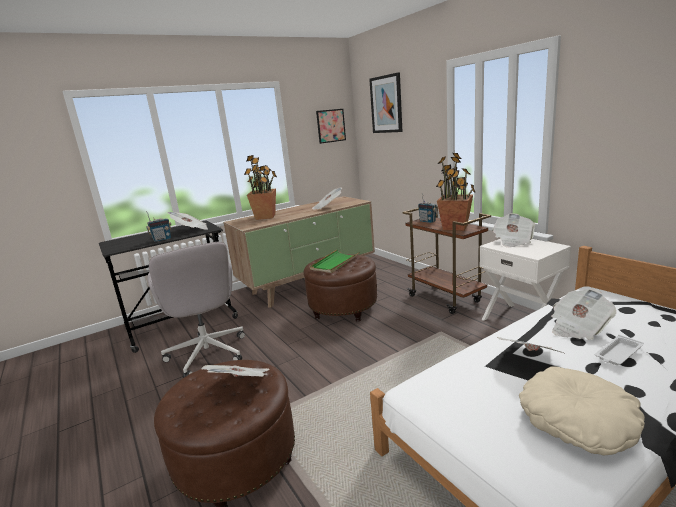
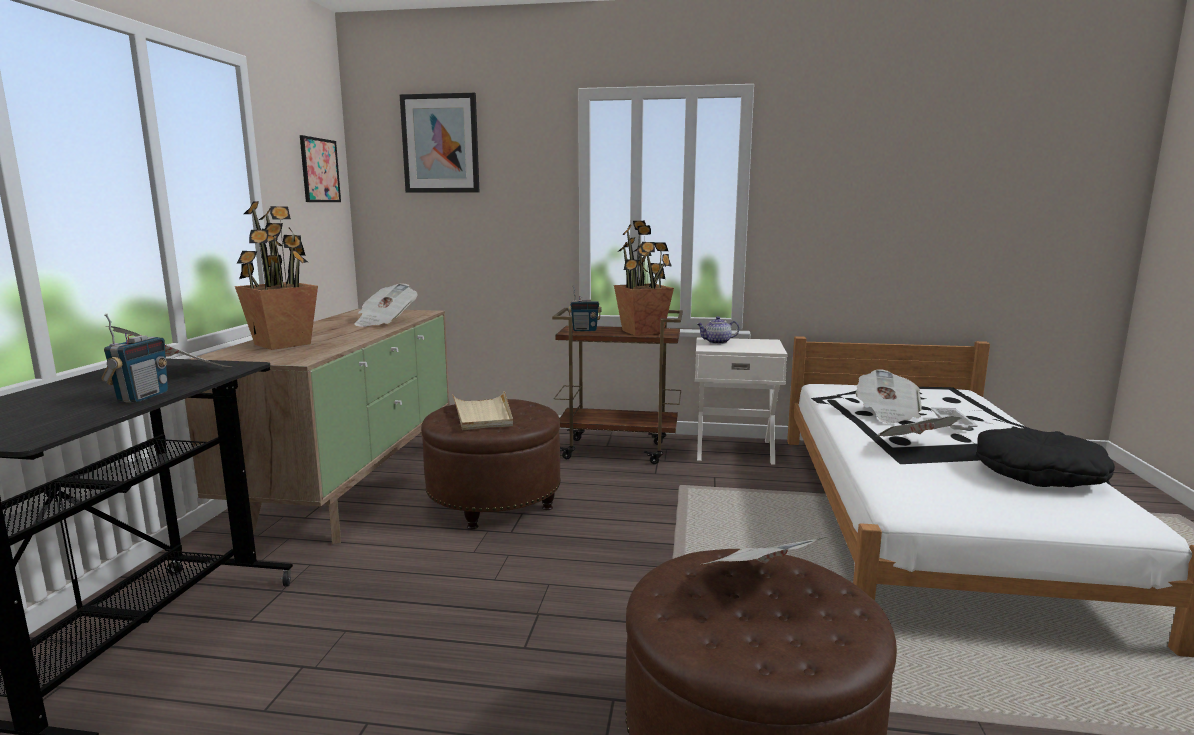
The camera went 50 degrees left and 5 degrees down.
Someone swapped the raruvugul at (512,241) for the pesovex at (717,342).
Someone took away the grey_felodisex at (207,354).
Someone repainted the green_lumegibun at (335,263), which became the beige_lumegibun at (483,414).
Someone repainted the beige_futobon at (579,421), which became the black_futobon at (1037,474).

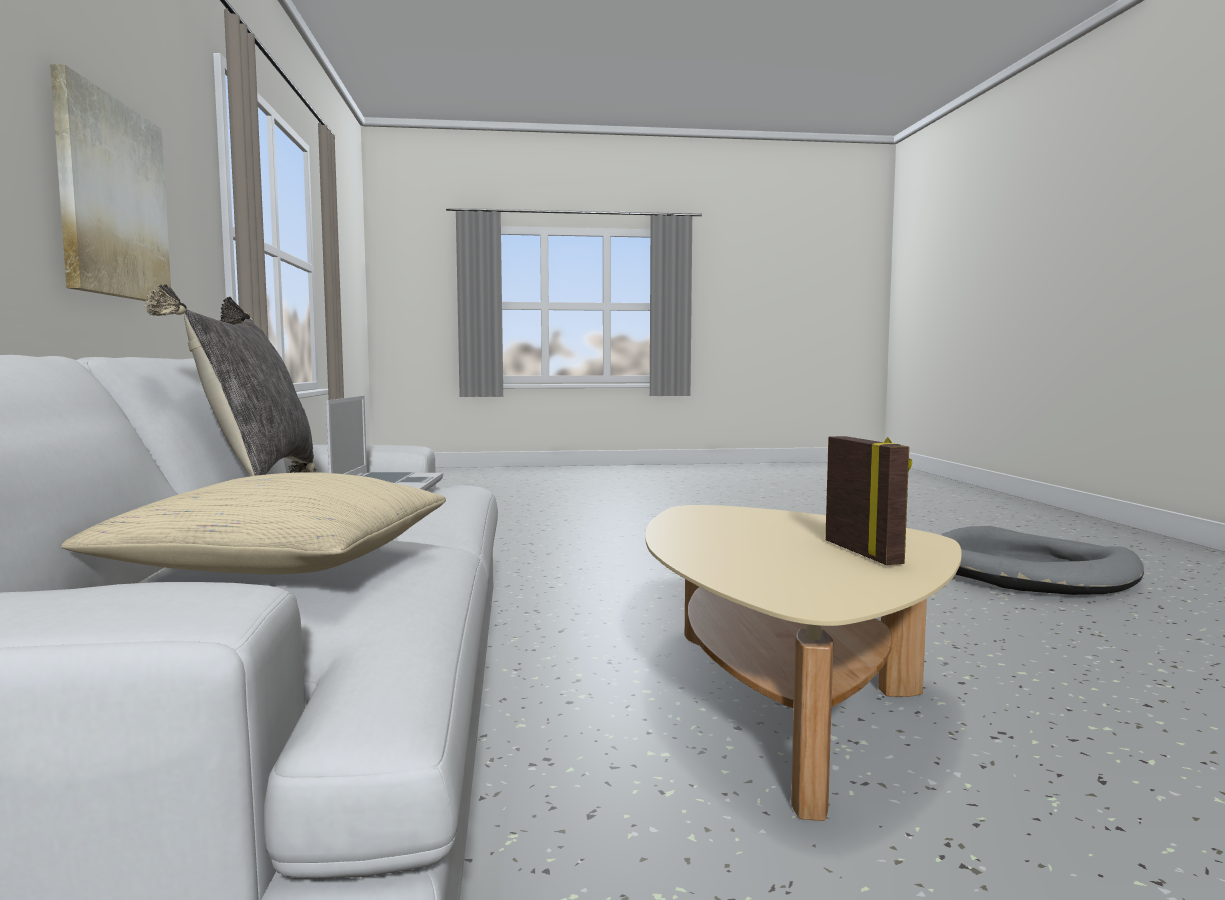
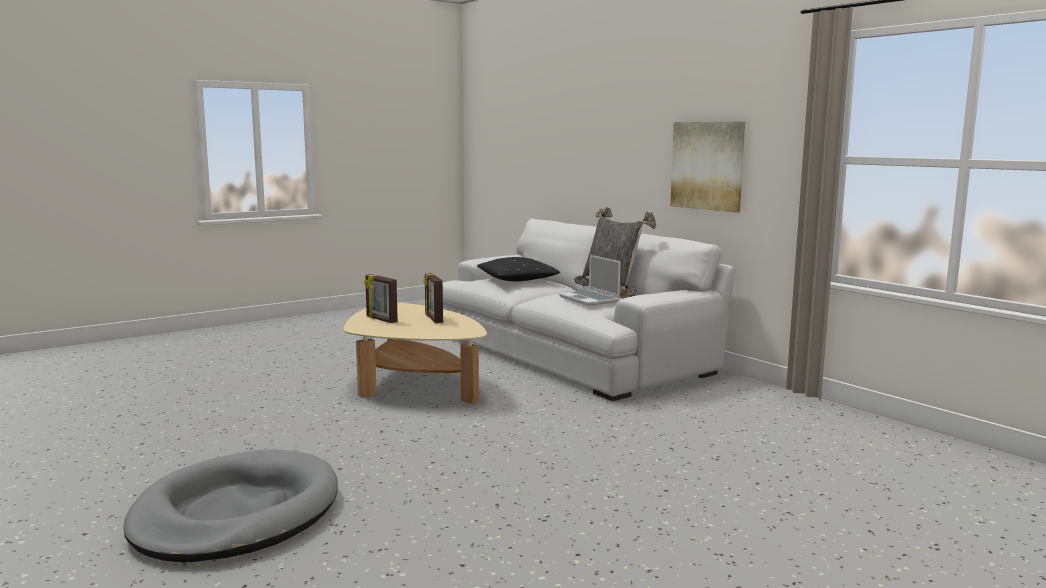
The camera went 150 degrees right and 5 degrees up.
Someone repainted the beige_futobon at (281,564), which became the black_futobon at (517,280).
Someone put down the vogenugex at (433,319).

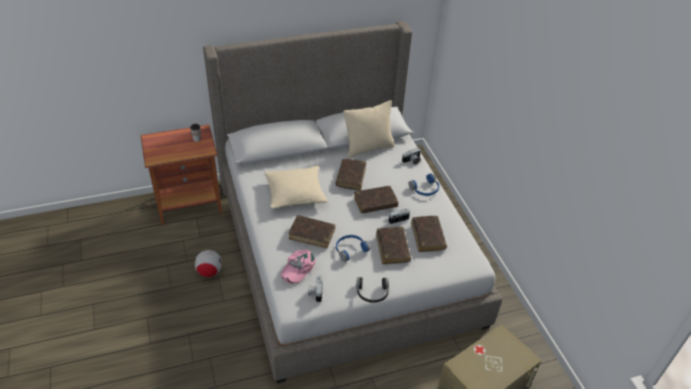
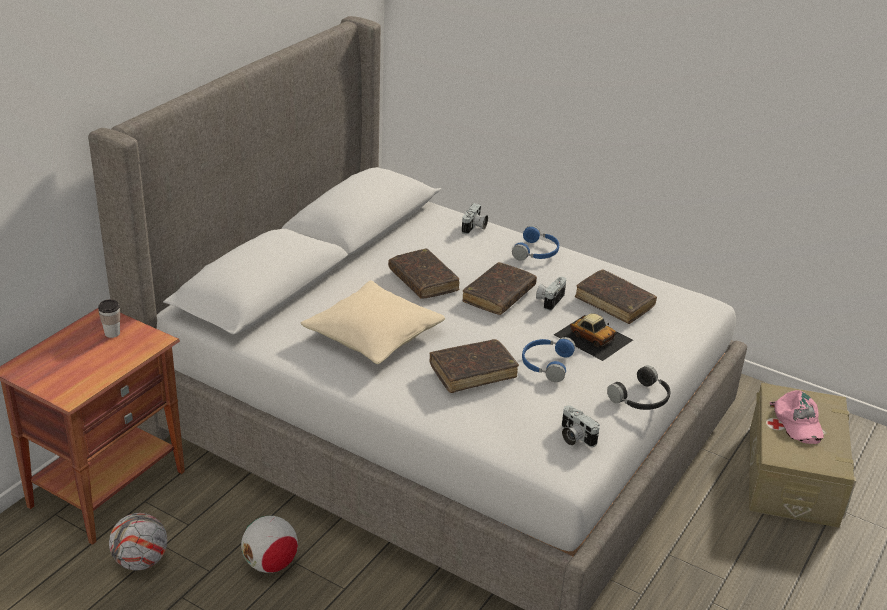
The camera went 40 degrees left and 10 degrees down.
Someone took away the beige_futobon at (368,148).
Someone swapped the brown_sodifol at (392,248) for the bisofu at (593,337).
Someone carried the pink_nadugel from (298,268) to (797,422).
Someone put down the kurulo at (140,561).

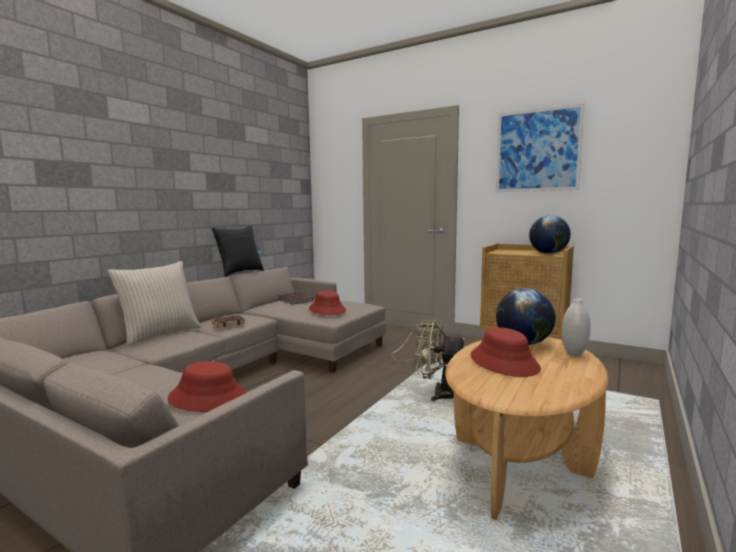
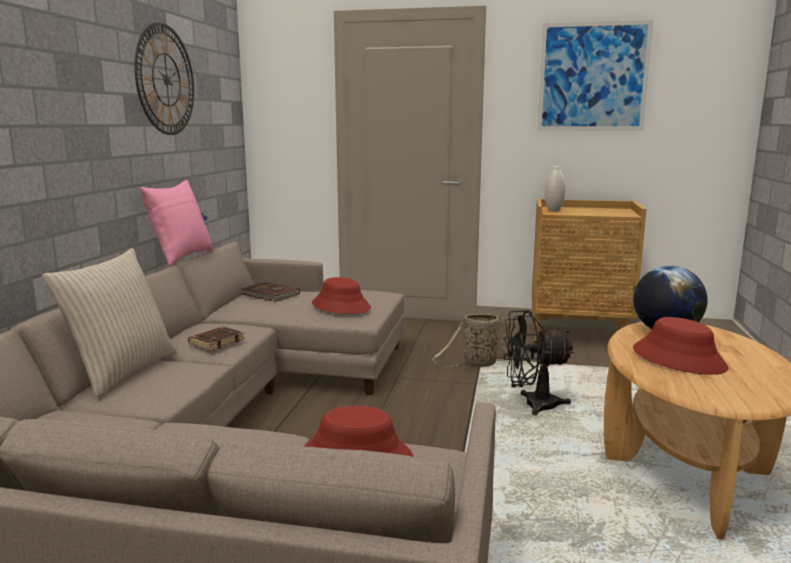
The camera went 20 degrees left and 5 degrees up.
Someone took away the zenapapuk at (548,253).
Someone repainted the black_futobon at (240,273), which became the pink_futobon at (182,258).
Someone carried the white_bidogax from (574,354) to (553,211).
Someone repainted the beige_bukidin at (438,394), which became the black_bukidin at (532,405).
Someone put up the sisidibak at (166,80).

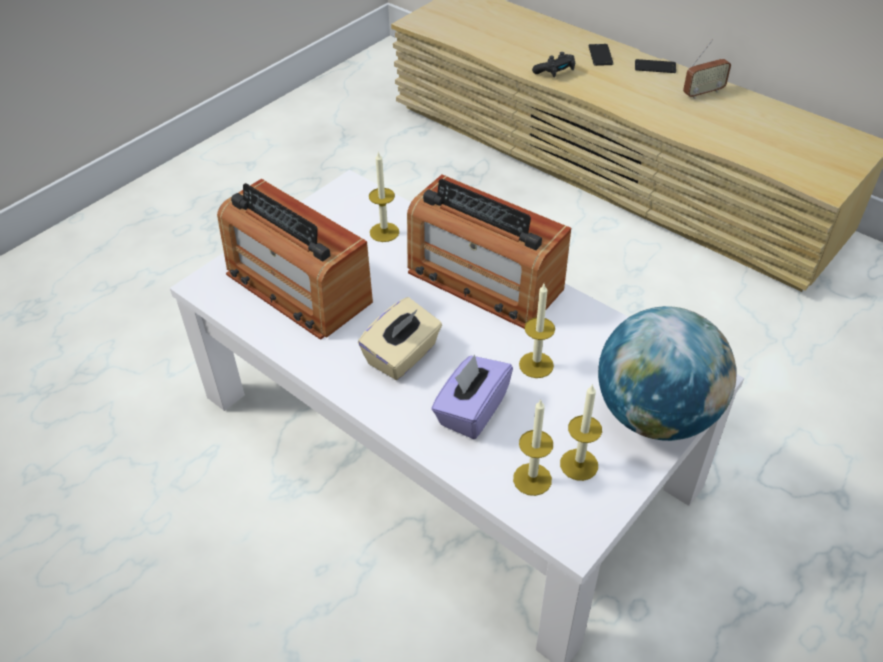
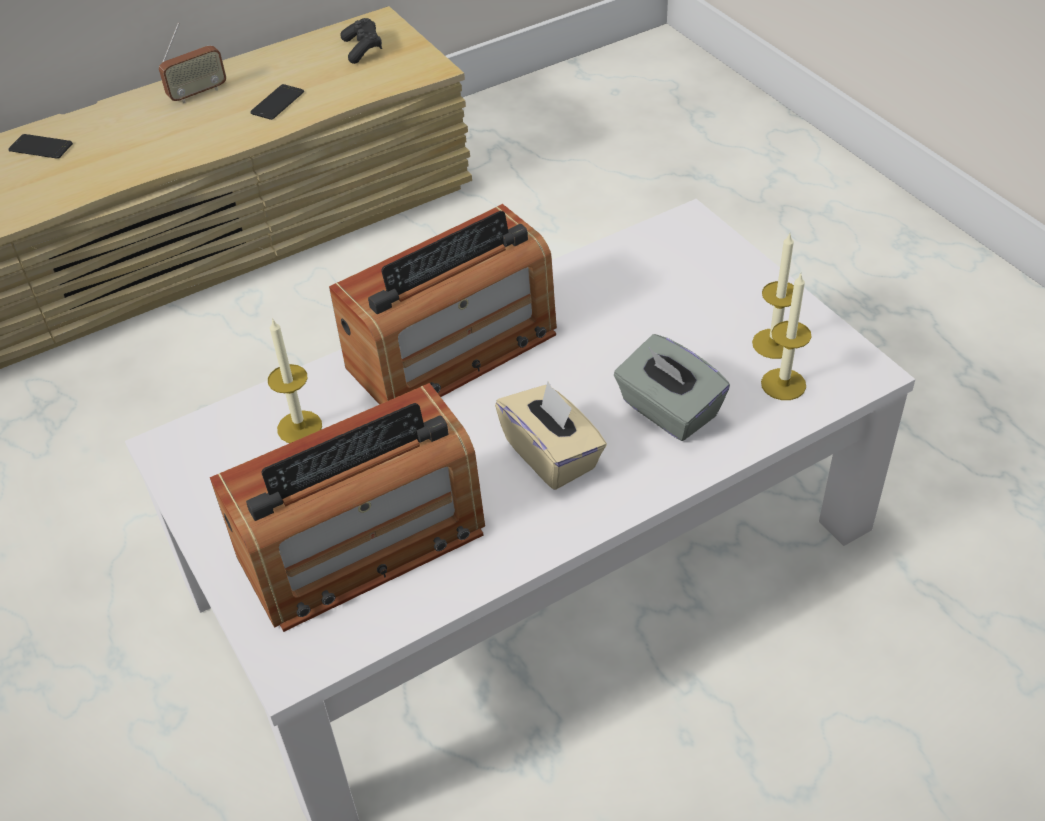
The camera went 70 degrees left and 0 degrees up.
Someone rotated the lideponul at (703,93) by 60 degrees clockwise.
Someone carried the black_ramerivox from (555,72) to (362,49).
Someone carried the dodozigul from (655,67) to (277,103).
Someone took away the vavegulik at (536,365).
Someone took away the zenapapuk at (655,415).
Someone repainted the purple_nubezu at (471,410), which became the grey_nubezu at (668,411).

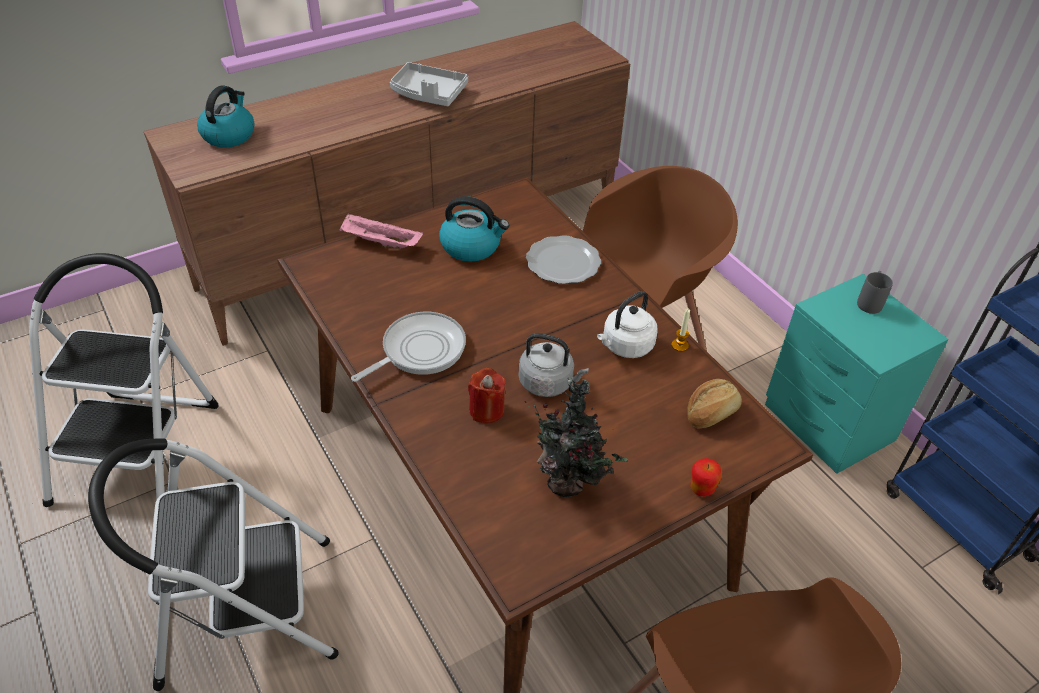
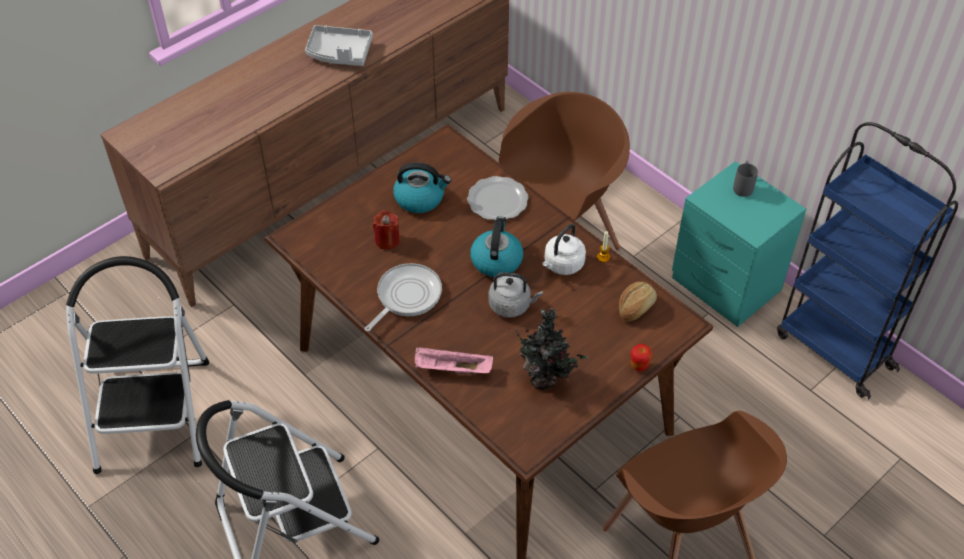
The camera went 10 degrees left and 5 degrees up.
Someone carried the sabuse from (229,135) to (496,260).
Someone carried the pink_lumegibun from (380,243) to (452,369).
Someone carried the red_vavegulik from (486,410) to (387,240).

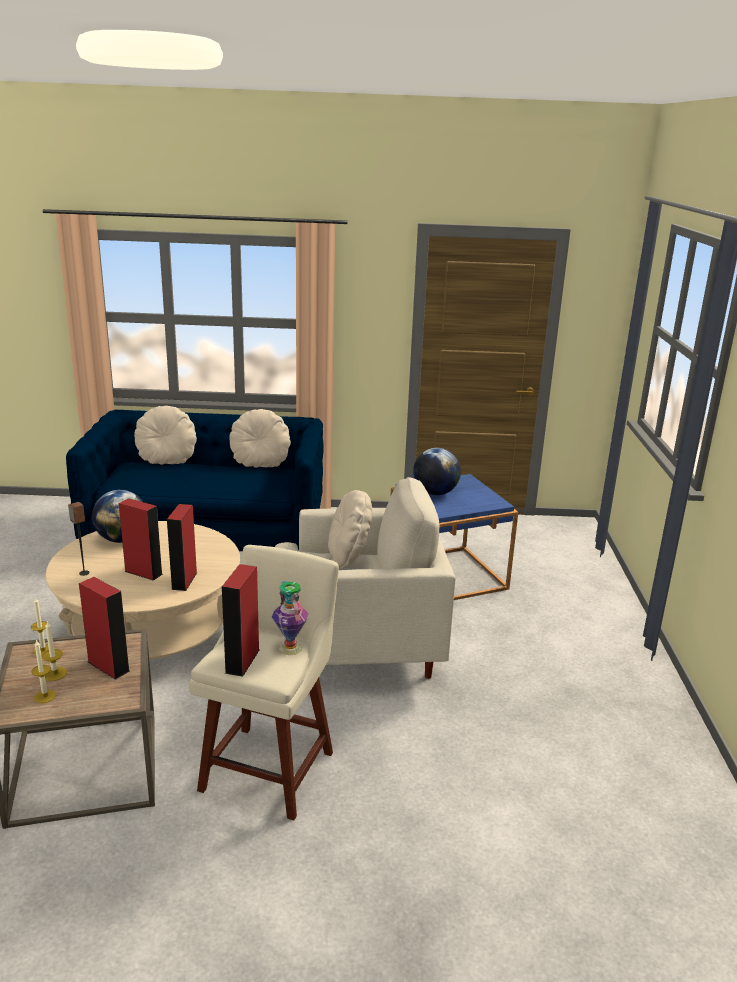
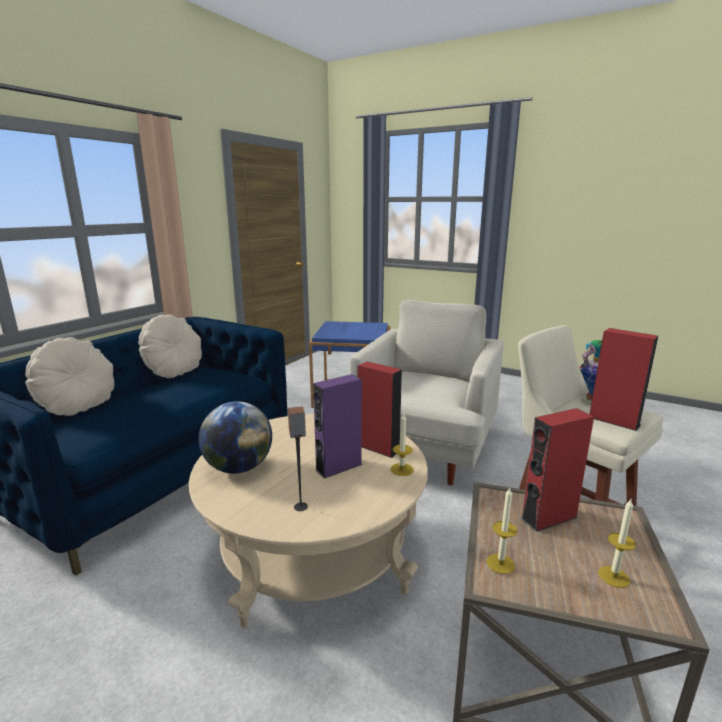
The camera went 60 degrees left and 5 degrees down.
Someone took away the zenapapuk at (435,493).
Someone took away the beige_futobon at (349,558).
Someone repainted the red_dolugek at (143,572), which became the purple_dolugek at (339,467).
Someone carried the vavegulik from (55,673) to (401,469).

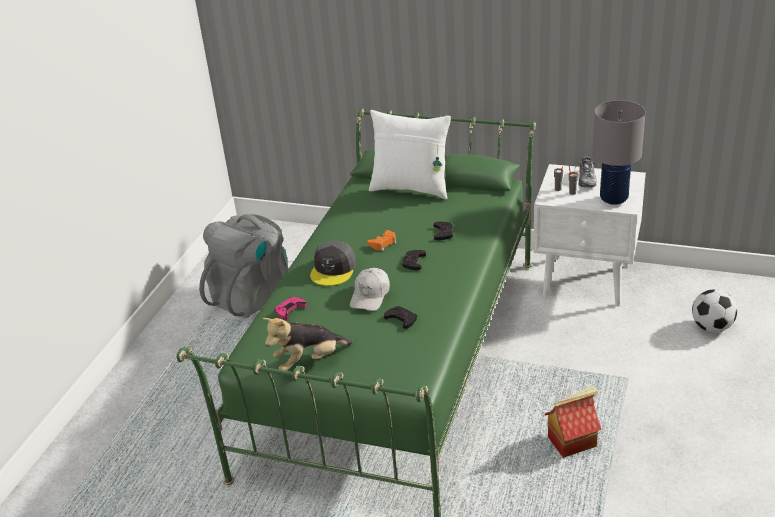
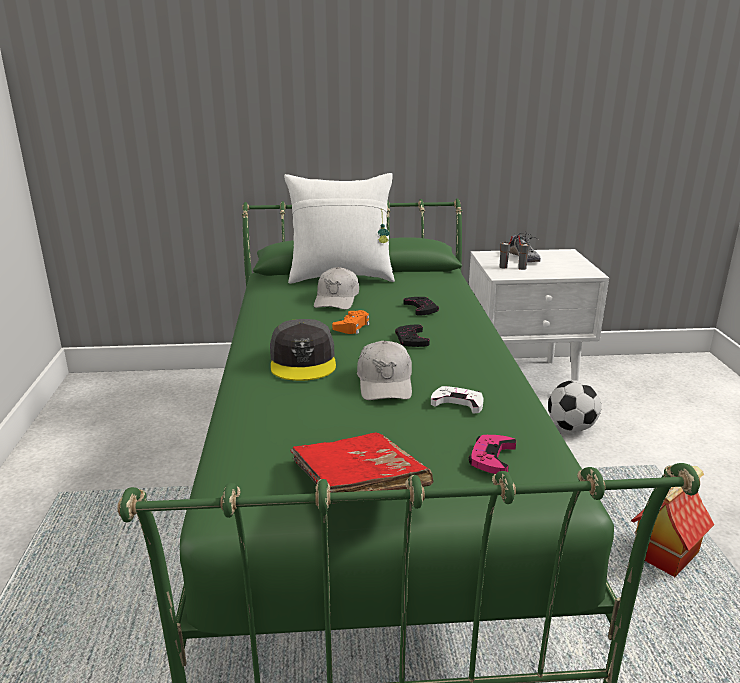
The camera went 25 degrees left and 10 degrees down.
Someone took away the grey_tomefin at (614,200).
Someone took away the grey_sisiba at (252,295).
Someone carried the kurulo from (711,327) to (571,427).
Someone carried the pink_ramerivox from (290,310) to (491,458).
Someone repainted the black_ramerivox at (401,319), which became the white_ramerivox at (458,403).
Someone swapped the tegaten at (309,361) for the red_sodifol at (357,487).
Someone put down the white_nadugel at (337,299).

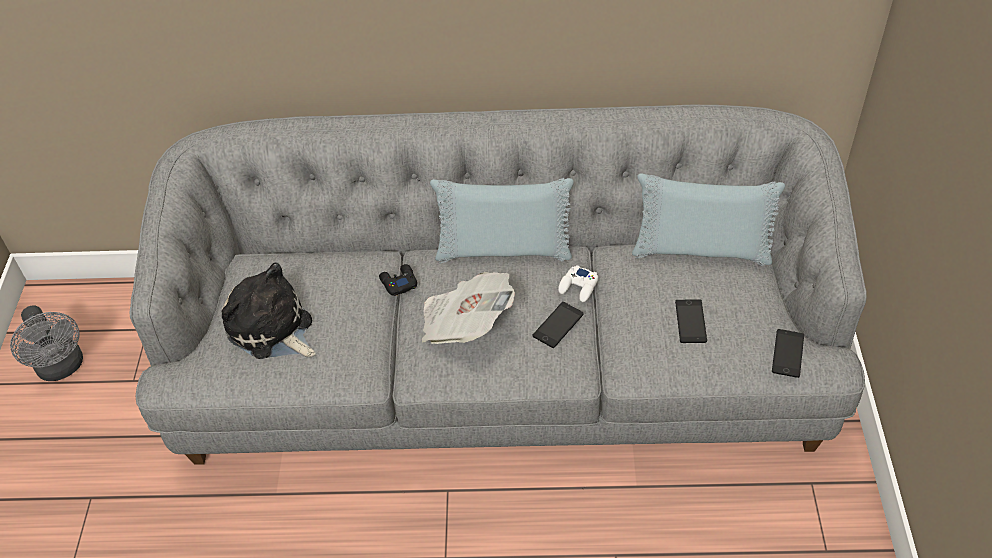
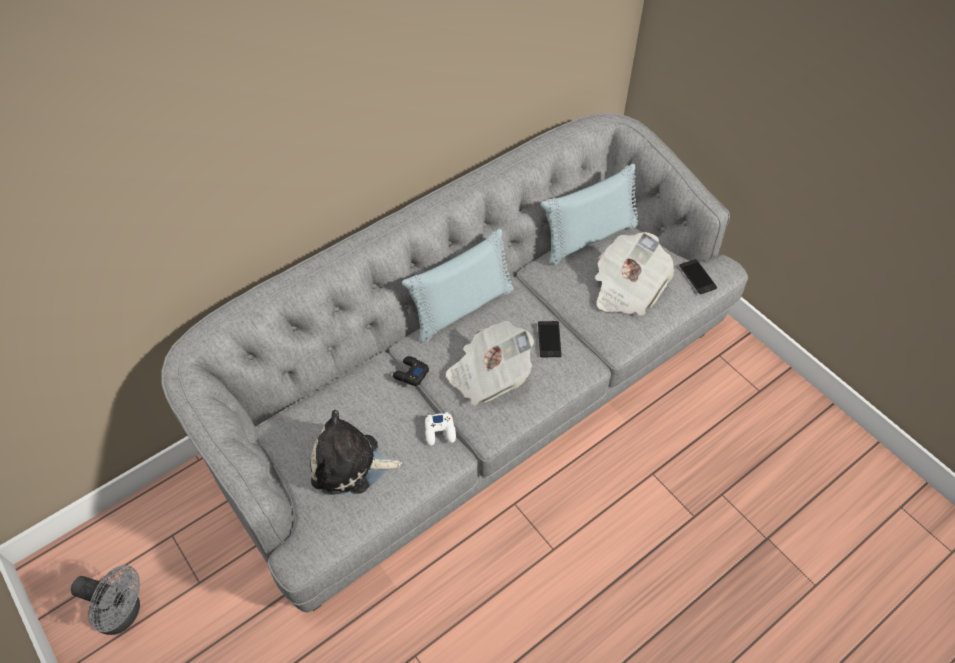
The camera went 40 degrees left and 5 degrees up.
Someone carried the white_ramerivox from (578,287) to (440,431).
Someone swapped the dodozigul at (690,321) for the raruvugul at (627,289).

